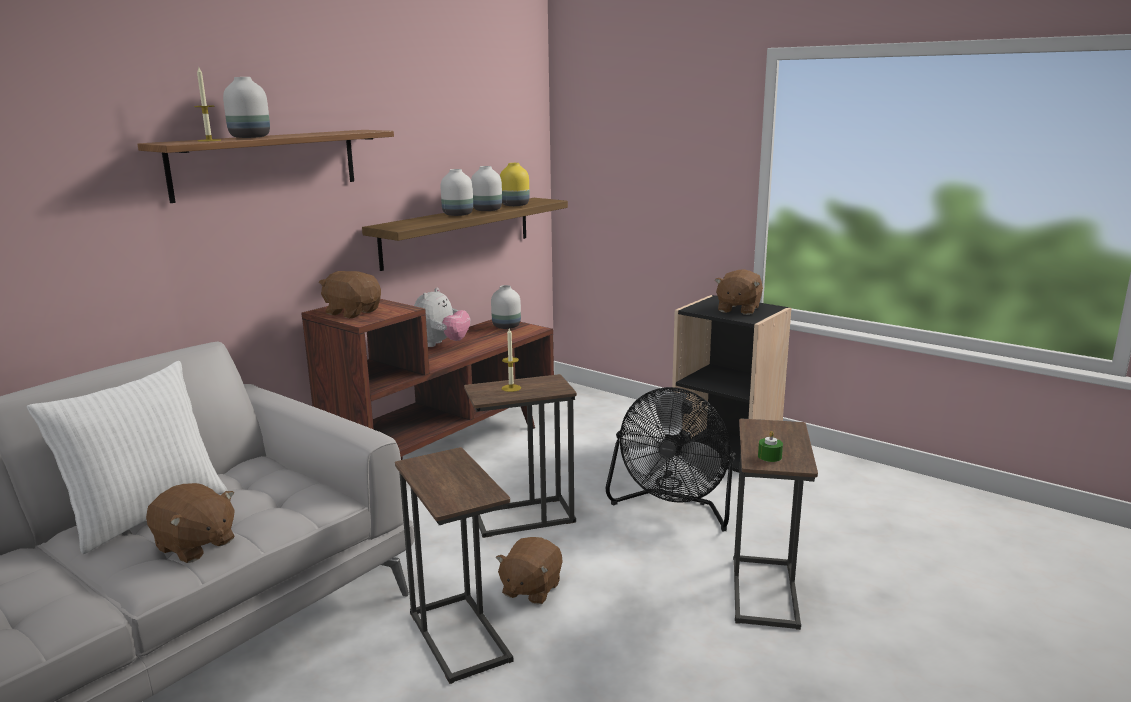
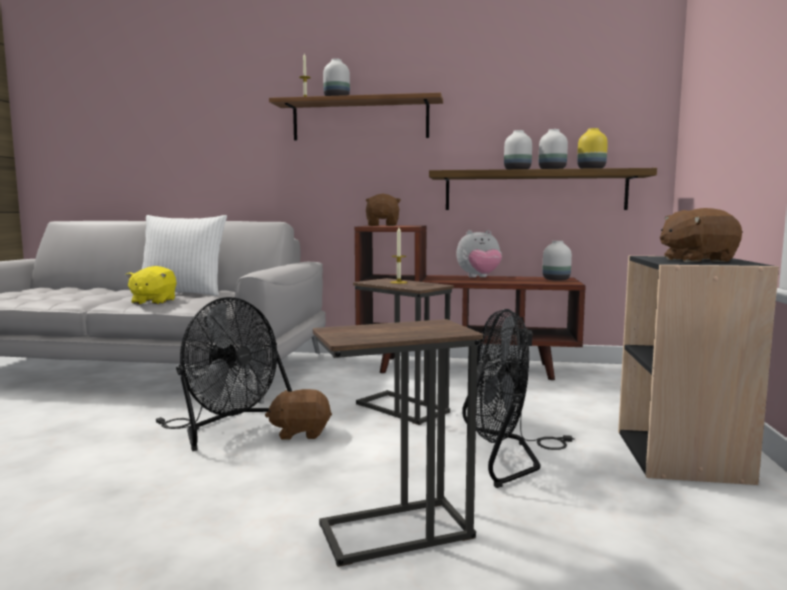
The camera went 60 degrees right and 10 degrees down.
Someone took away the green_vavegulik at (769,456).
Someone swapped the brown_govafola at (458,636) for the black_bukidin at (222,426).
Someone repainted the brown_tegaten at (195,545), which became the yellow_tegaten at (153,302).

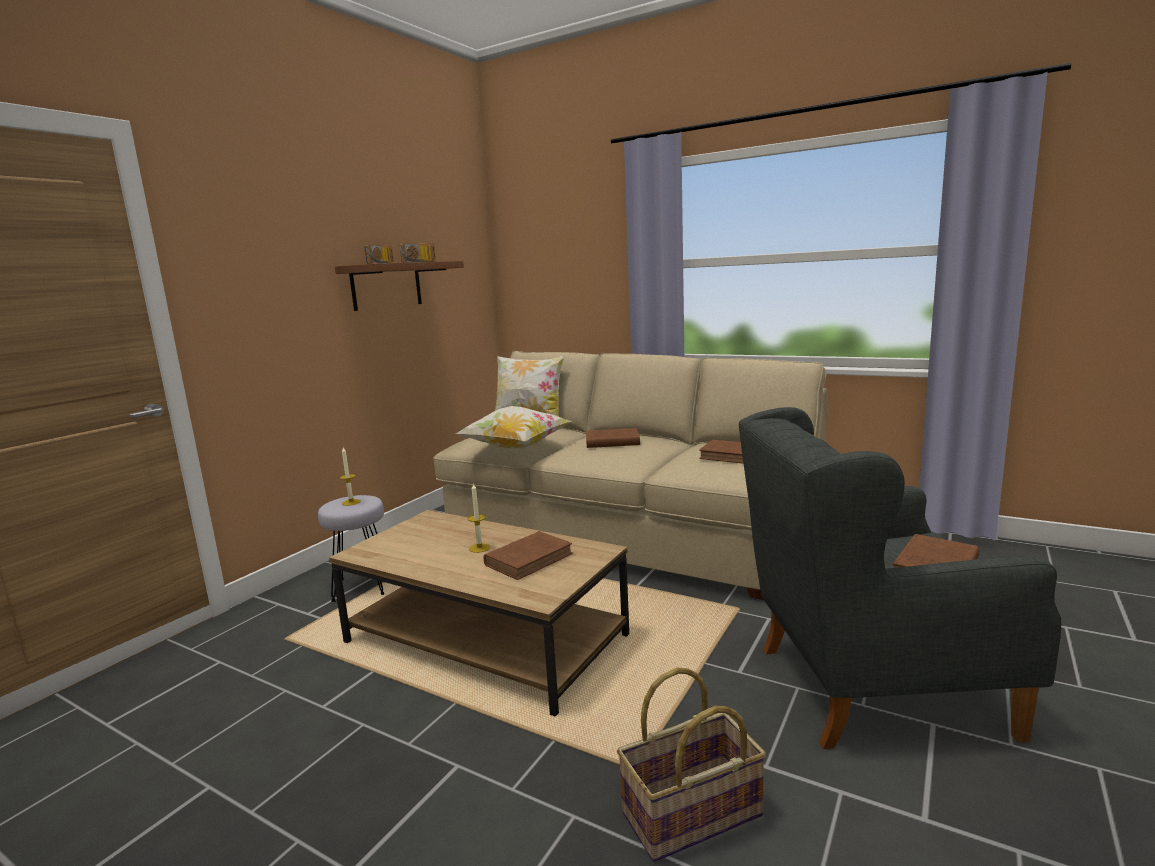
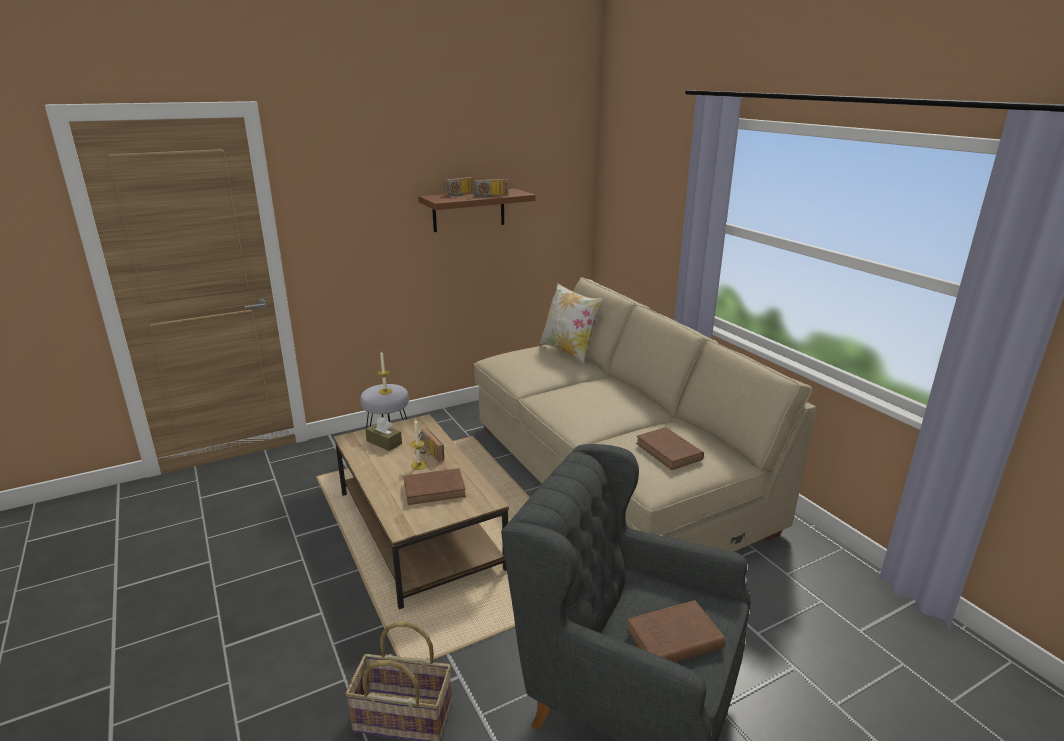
The camera went 30 degrees right and 10 degrees up.
Someone took away the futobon at (515,448).
Someone took away the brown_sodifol at (610,442).
Someone put down the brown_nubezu at (384,442).
Someone put down the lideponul at (428,452).

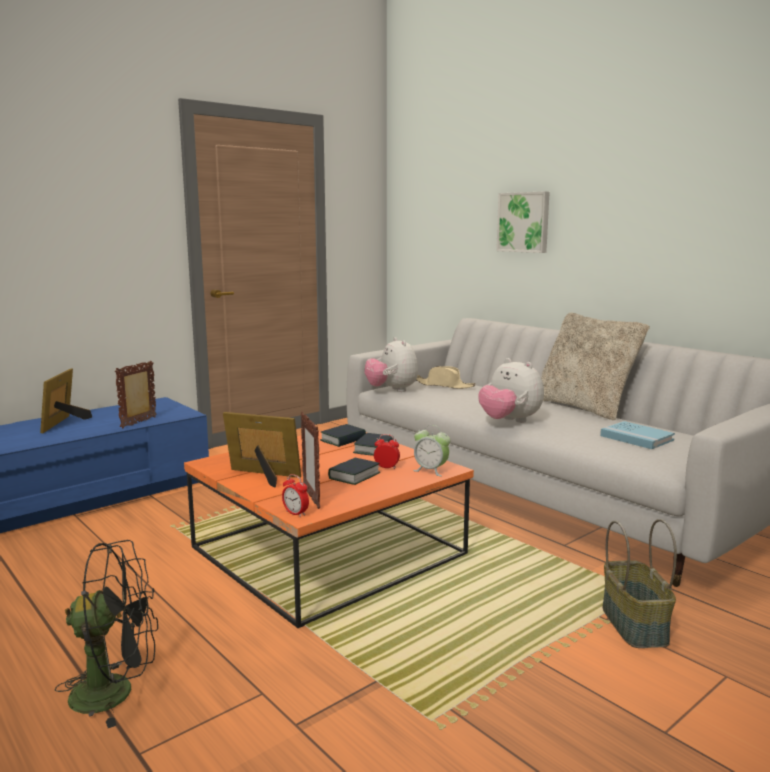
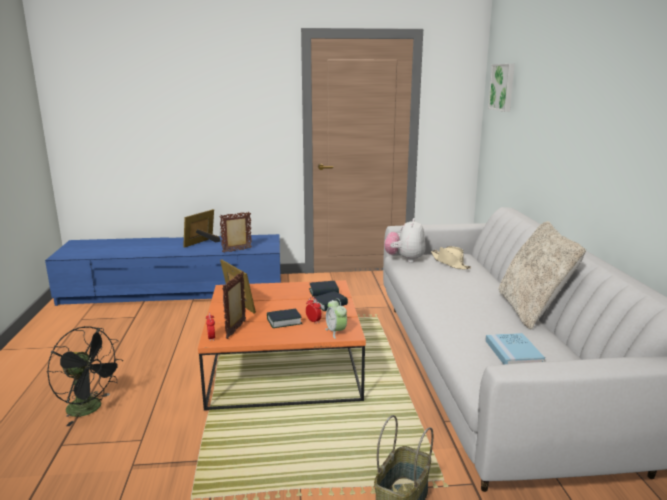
The camera went 35 degrees right and 5 degrees up.
Someone carried the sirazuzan from (524,222) to (503,87).
Someone took away the tegaten at (509,421).

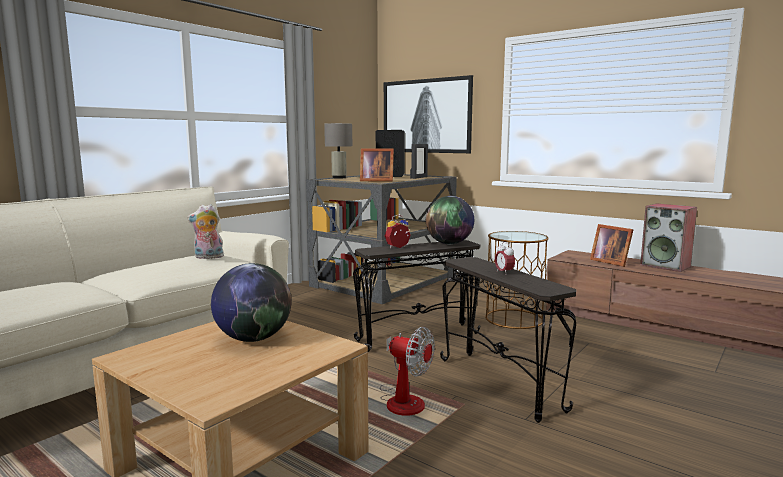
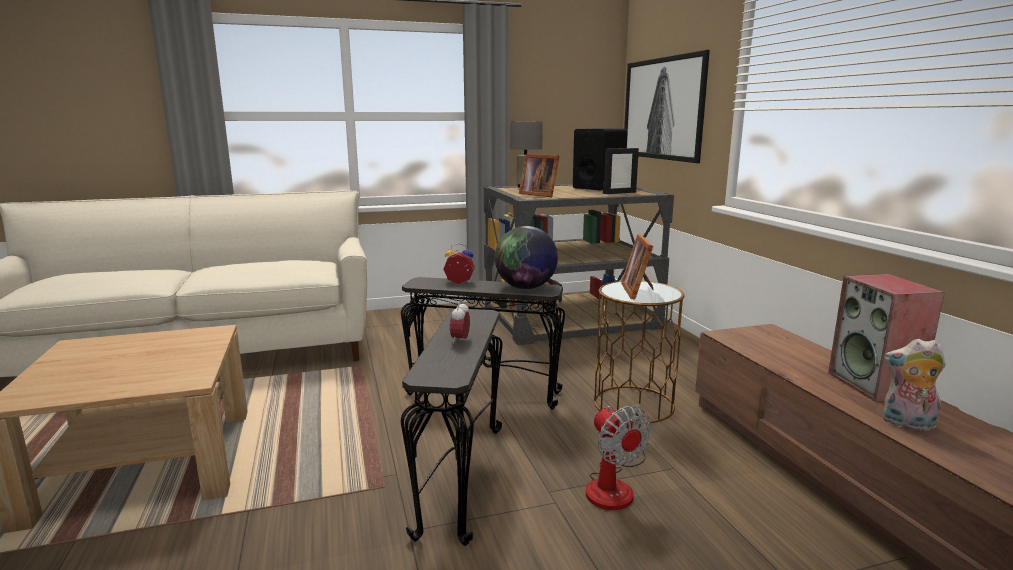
The camera went 35 degrees right and 5 degrees up.
Someone carried the tegaten from (208,257) to (907,424).
Someone carried the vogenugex from (610,262) to (639,291).
Someone took away the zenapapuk at (253,338).
Someone carried the bukidin from (403,399) to (614,485).

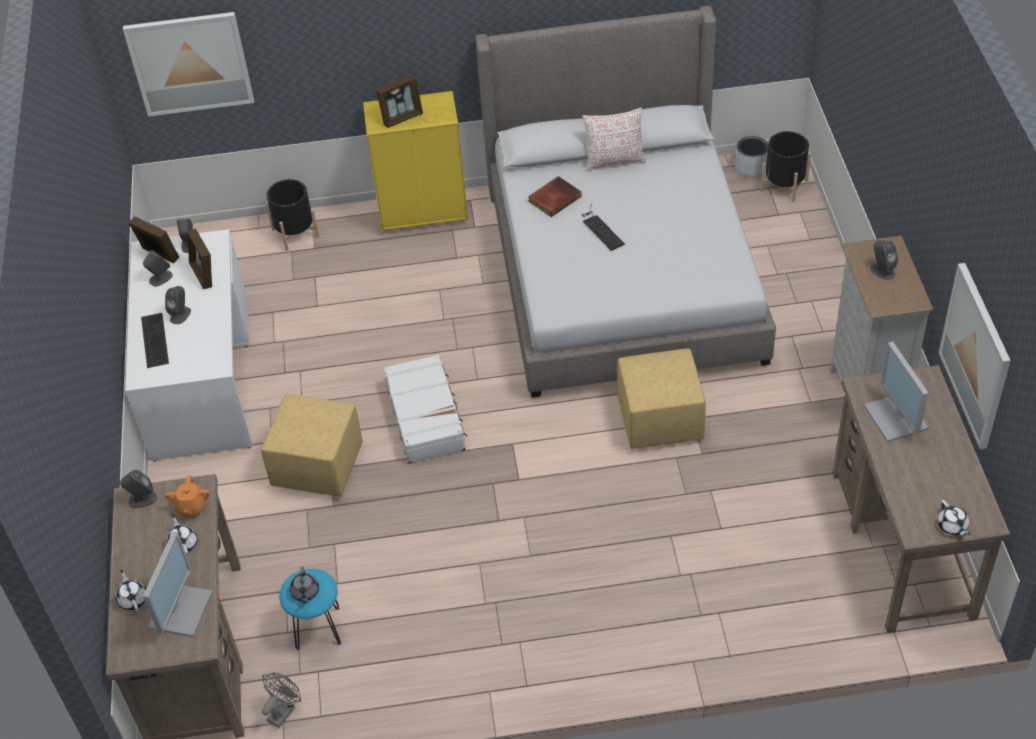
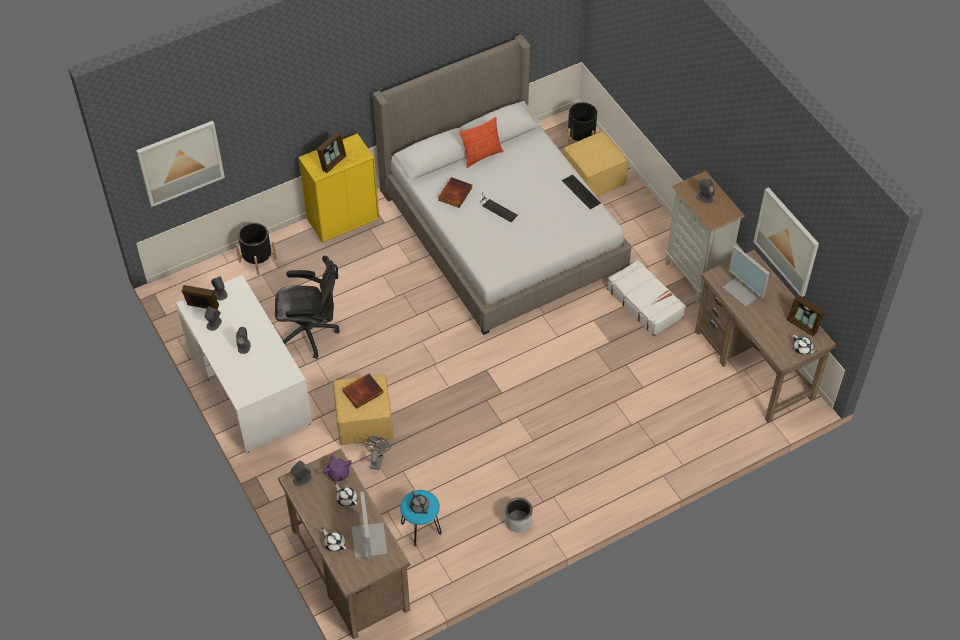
The camera went 25 degrees left and 5 degrees up.
Someone repainted the white_futobon at (614,161), which became the orange_futobon at (481,156).
Someone carried the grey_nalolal from (750,168) to (518,521).
Someone carried the vogenugex from (204,274) to (803,325).
Someone carried the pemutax from (153,340) to (580,192).
Someone carried the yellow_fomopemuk from (660,419) to (593,179).
Someone carried the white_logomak from (426,417) to (645,303).
Someone repainted the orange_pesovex at (191,507), which became the purple_pesovex at (338,474).
Someone carried the grey_bukidin from (283,710) to (377,459).
Someone put down the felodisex at (310,333).
Someone put down the sodifol at (362,391).

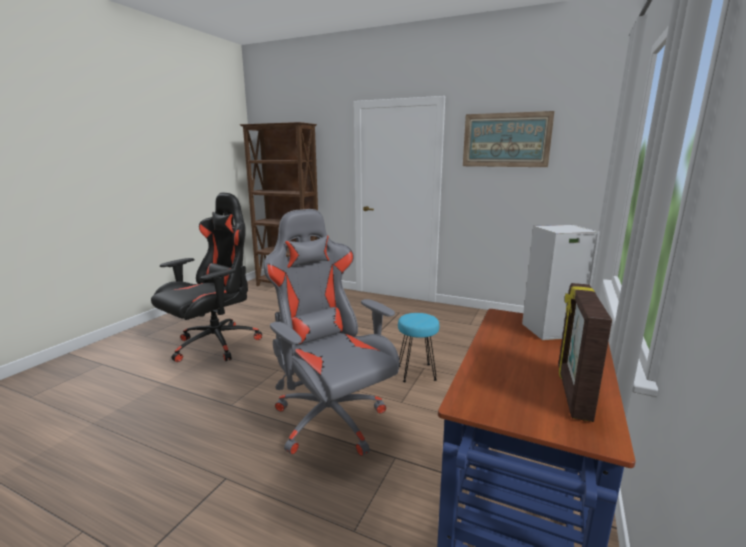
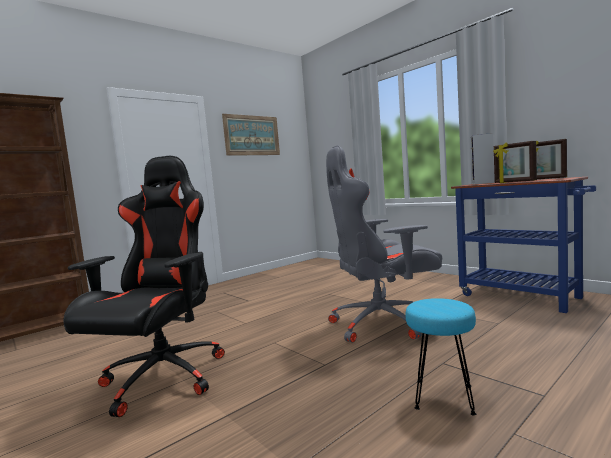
The camera went 65 degrees left and 10 degrees down.
Someone rotated the black_felodisex at (211,347) by 45 degrees clockwise.
Someone carried the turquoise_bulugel from (416,372) to (442,397).
Someone put down the vogenugex at (514,182).

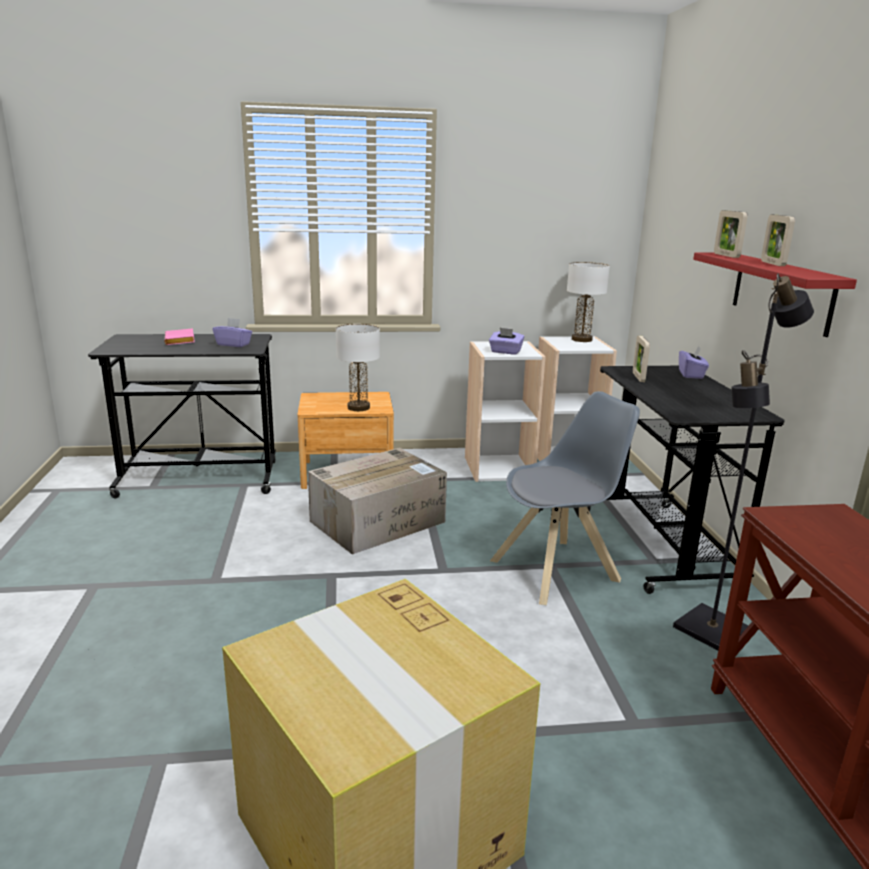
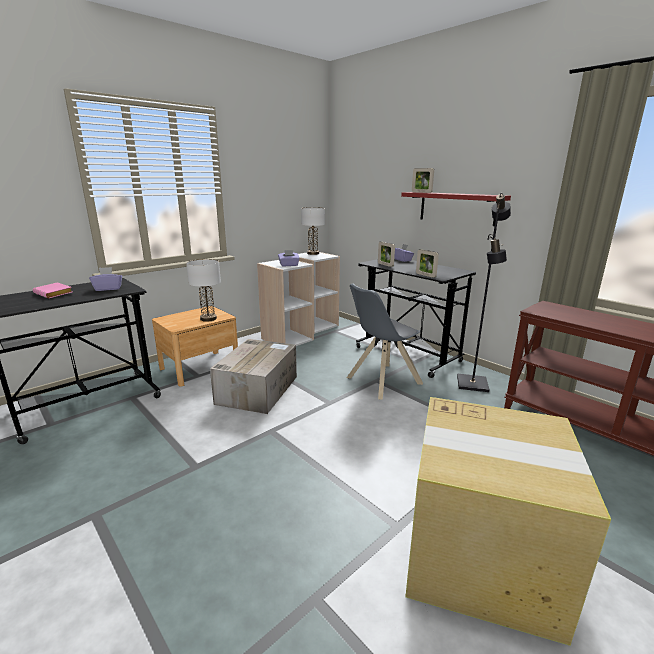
The camera went 35 degrees left and 0 degrees up.
Someone carried the vogenugex from (772,263) to (425,275).
Someone rotated the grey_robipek at (557,570) by 150 degrees counterclockwise.

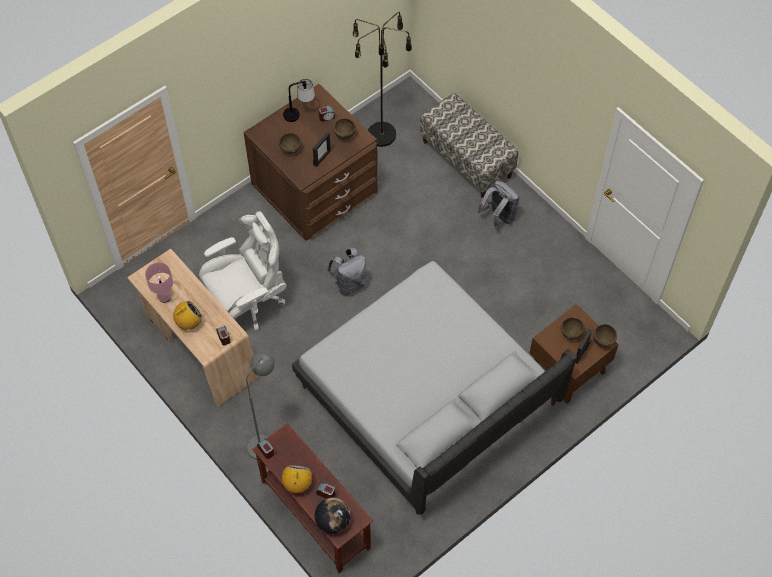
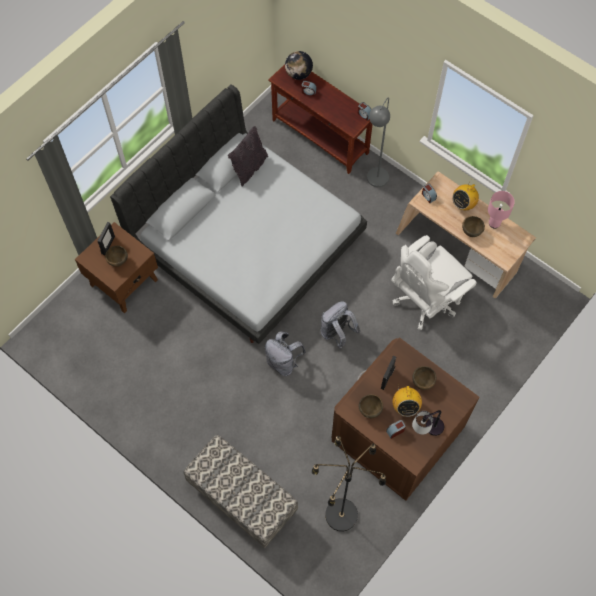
The camera went 170 degrees right and 5 degrees up.
Someone carried the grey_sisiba from (498,217) to (283,362).
Someone carried the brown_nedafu from (603,341) to (471,232).
Someone carried the lideponul from (298,484) to (405,406).
Someone put down the black_futobon at (249,168).

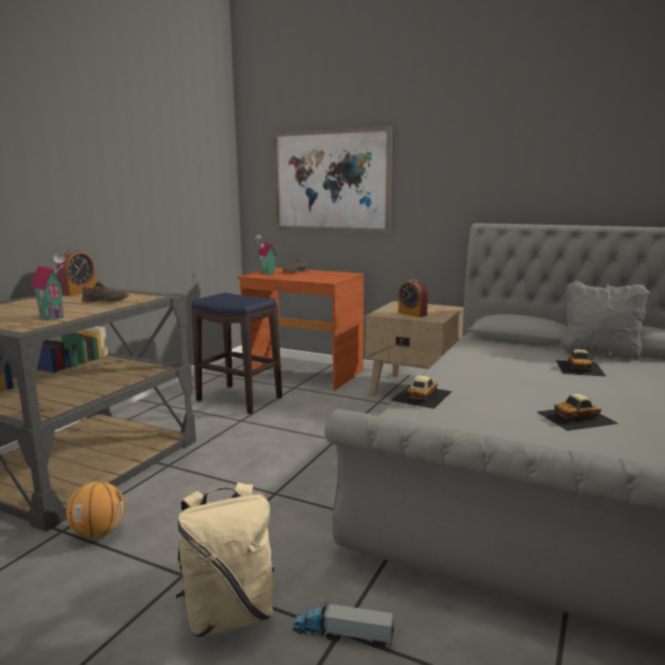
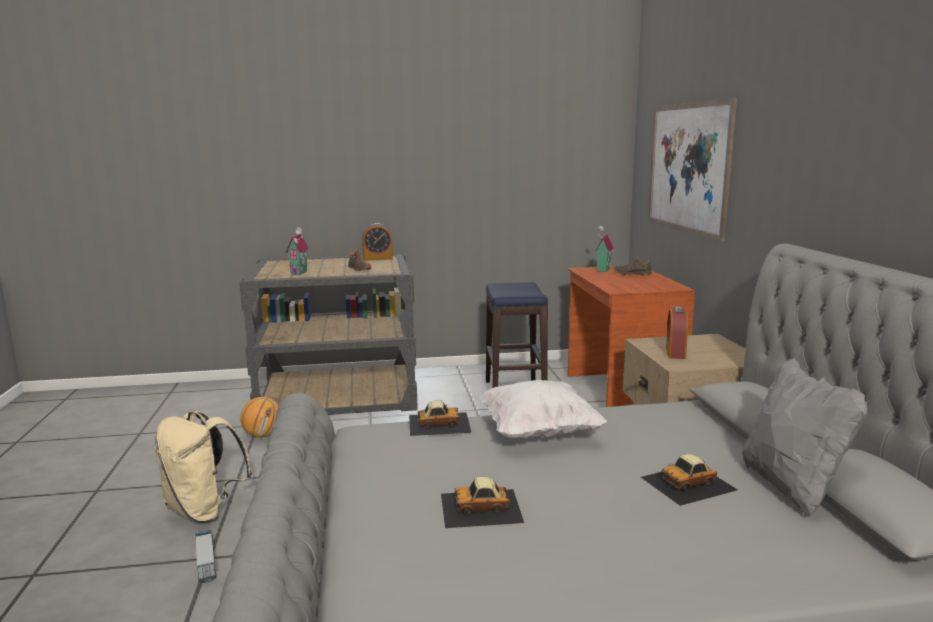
The camera went 55 degrees right and 0 degrees up.
Someone rotated the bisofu at (576,417) by 45 degrees counterclockwise.
Someone put down the white_futobon at (538,433).

